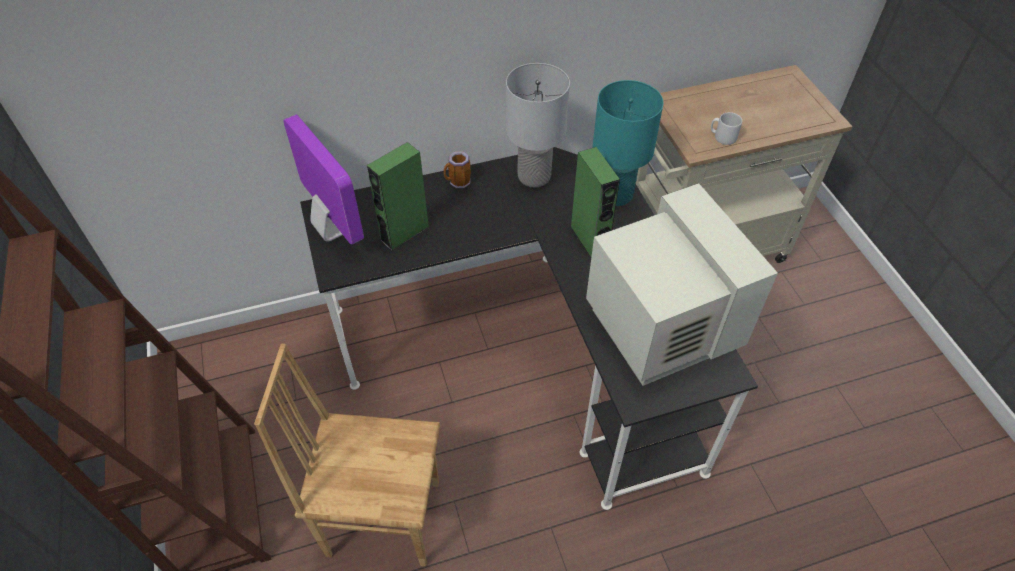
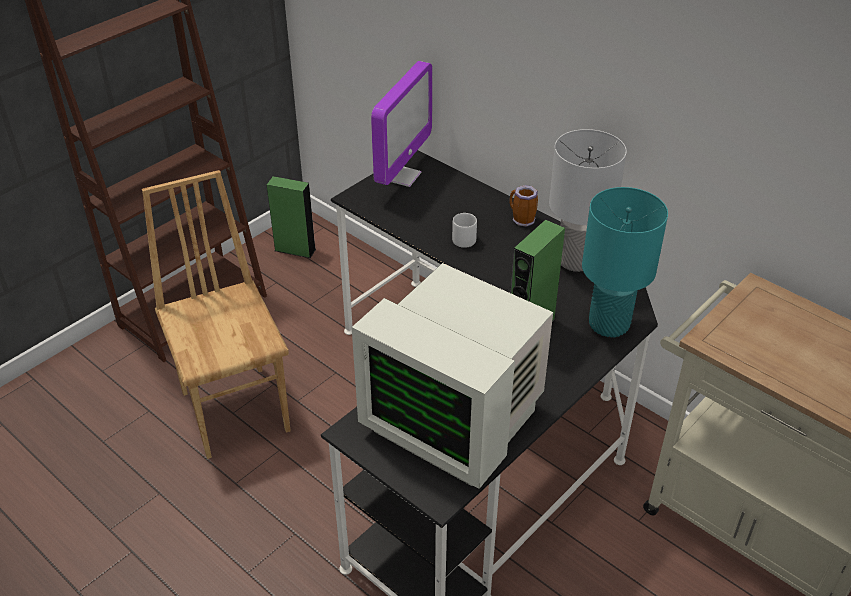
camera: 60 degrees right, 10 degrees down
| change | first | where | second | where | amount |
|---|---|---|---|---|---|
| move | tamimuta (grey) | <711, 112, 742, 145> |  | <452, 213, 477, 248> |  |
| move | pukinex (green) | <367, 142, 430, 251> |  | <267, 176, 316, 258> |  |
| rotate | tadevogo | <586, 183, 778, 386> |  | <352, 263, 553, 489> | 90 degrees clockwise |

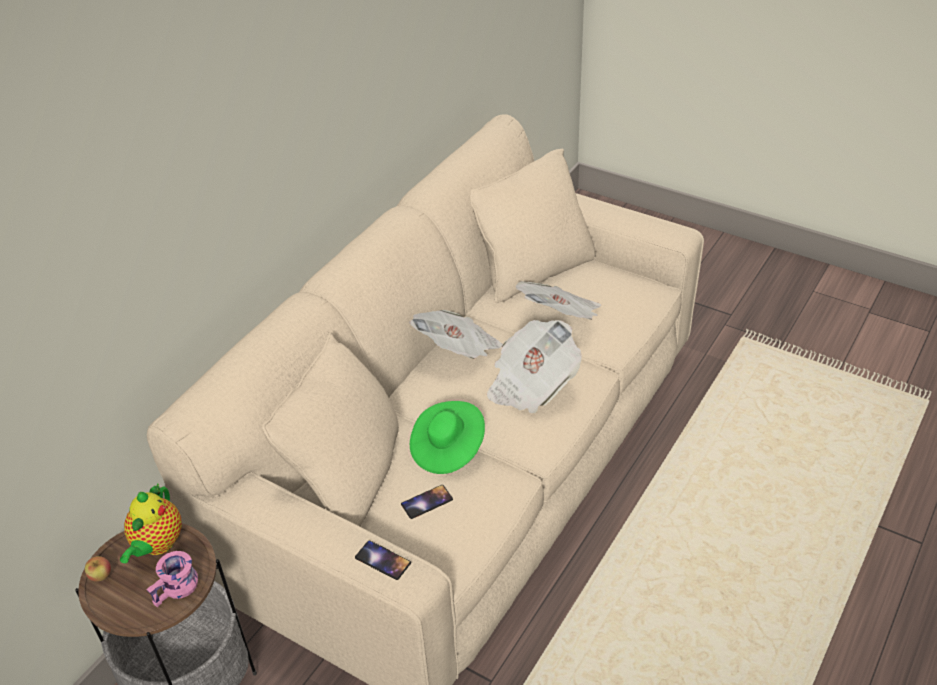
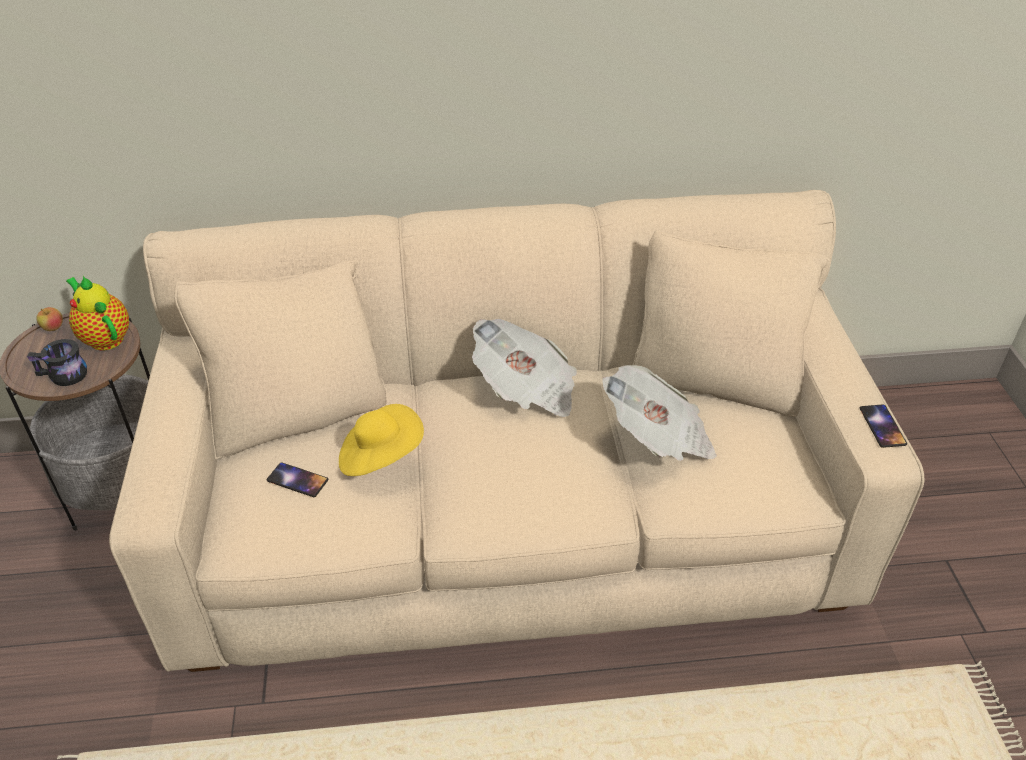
camera: 50 degrees right, 0 degrees up
| change | first | where | second | where | amount |
|---|---|---|---|---|---|
| delete | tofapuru | <487, 320, 582, 414> |  |  |  |
| recolor | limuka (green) | <410, 401, 485, 474> | limuka (yellow) | <339, 404, 424, 476> |  |
| rotate | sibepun | <120, 484, 182, 564> |  | <66, 276, 129, 350> | 75 degrees clockwise |
| move | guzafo | <355, 541, 411, 580> |  | <860, 404, 907, 448> |  |
| recolor | tamimuta (pink) | <146, 551, 198, 607> | tamimuta (black) | <27, 339, 87, 386> |  |

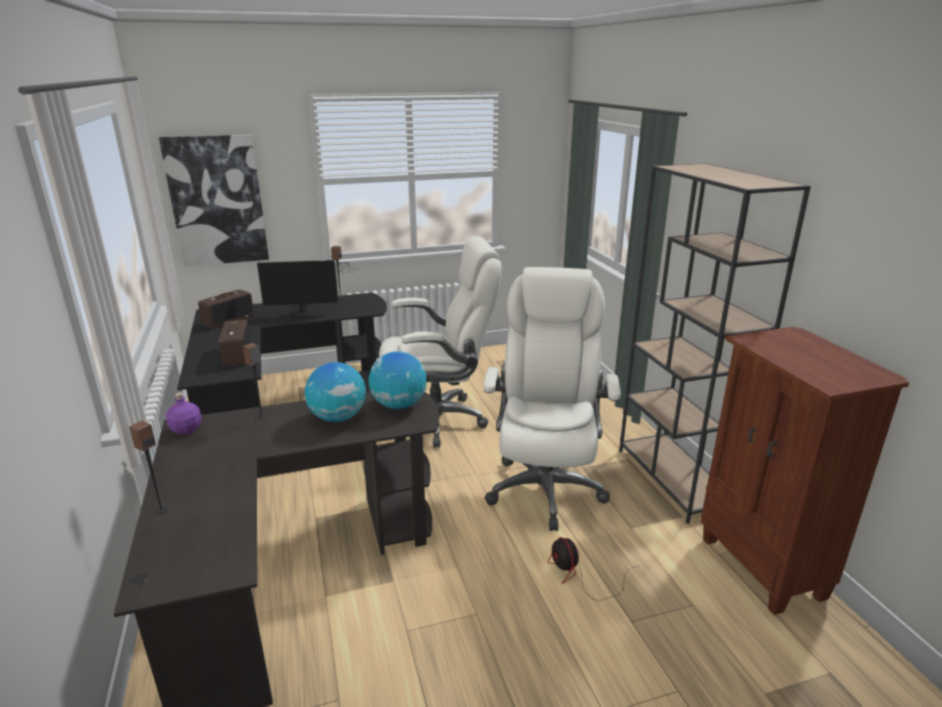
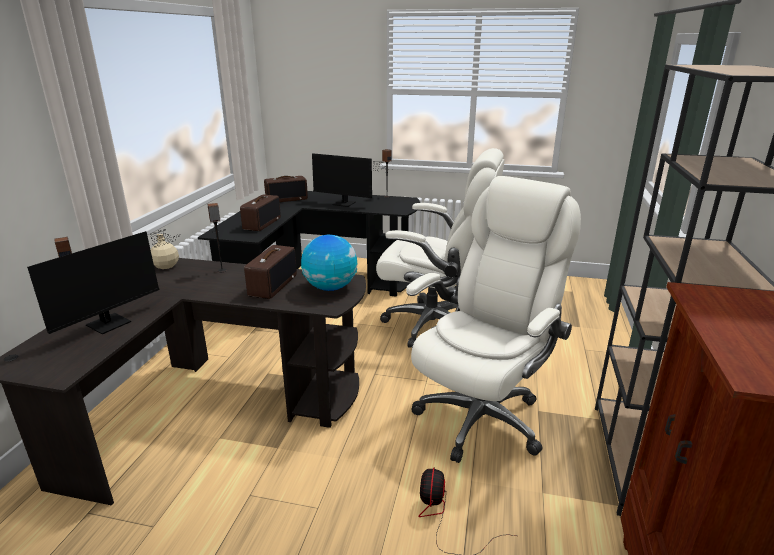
camera: 30 degrees right, 0 degrees up
| change | first | where | second | where | amount |
|---|---|---|---|---|---|
| delete | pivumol | <159, 135, 269, 266> |  |  |  |
| replace | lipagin | <305, 362, 366, 422> | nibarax | <244, 245, 297, 299> |  |
| recolor | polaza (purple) | <166, 392, 202, 435> | polaza (beige) | <151, 234, 179, 269> |  |
| insert |  |  | tadevogo | <27, 229, 180, 334> |  |

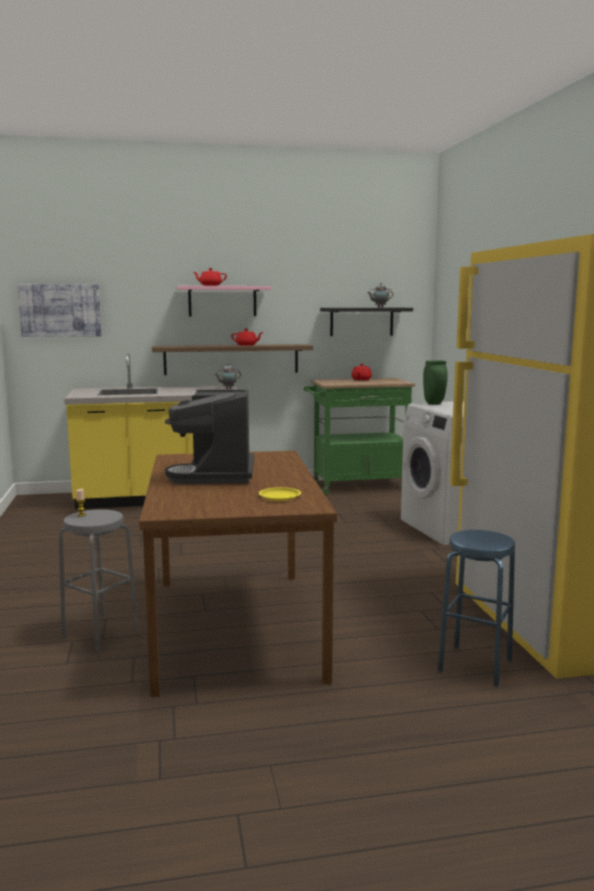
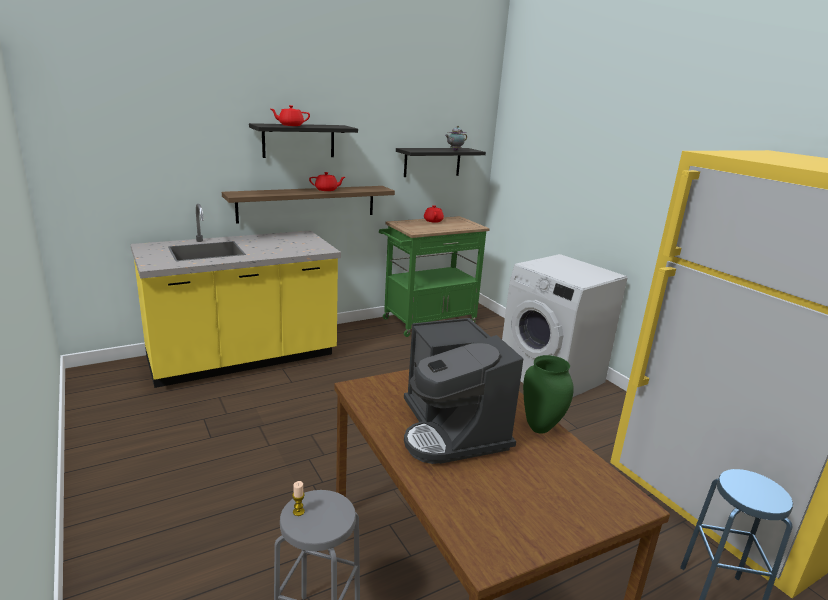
camera: 20 degrees left, 10 degrees up
| change | first | where | second | where | amount |
|---|---|---|---|---|---|
| delete | pivumol | <17, 284, 102, 337> |  |  |  |
| recolor | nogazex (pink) | <177, 286, 271, 316> | nogazex (black) | <249, 123, 358, 158> |  |
| move | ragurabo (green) | <423, 360, 448, 405> |  | <523, 355, 574, 433> |  |
| delete | sibepun | <214, 364, 241, 389> |  |  |  |
| delete | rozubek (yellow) | <259, 487, 301, 501> |  |  |  |

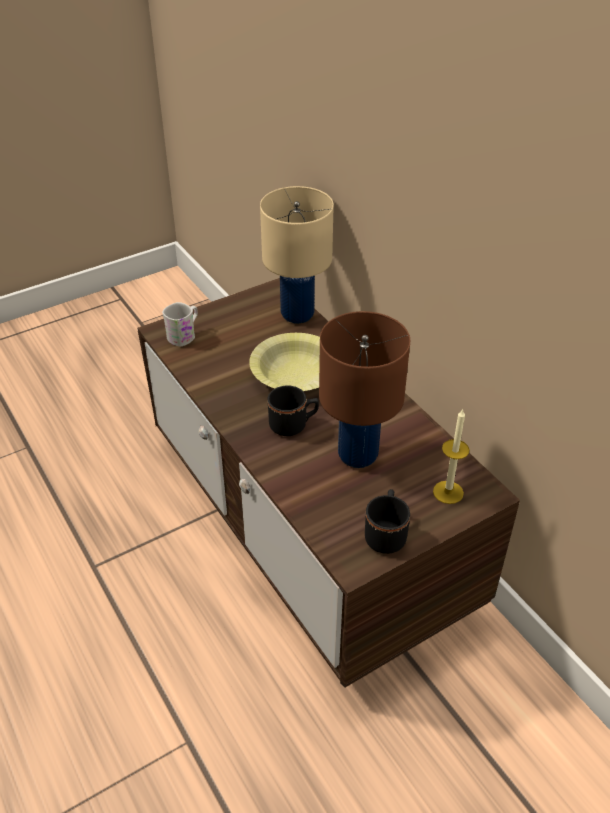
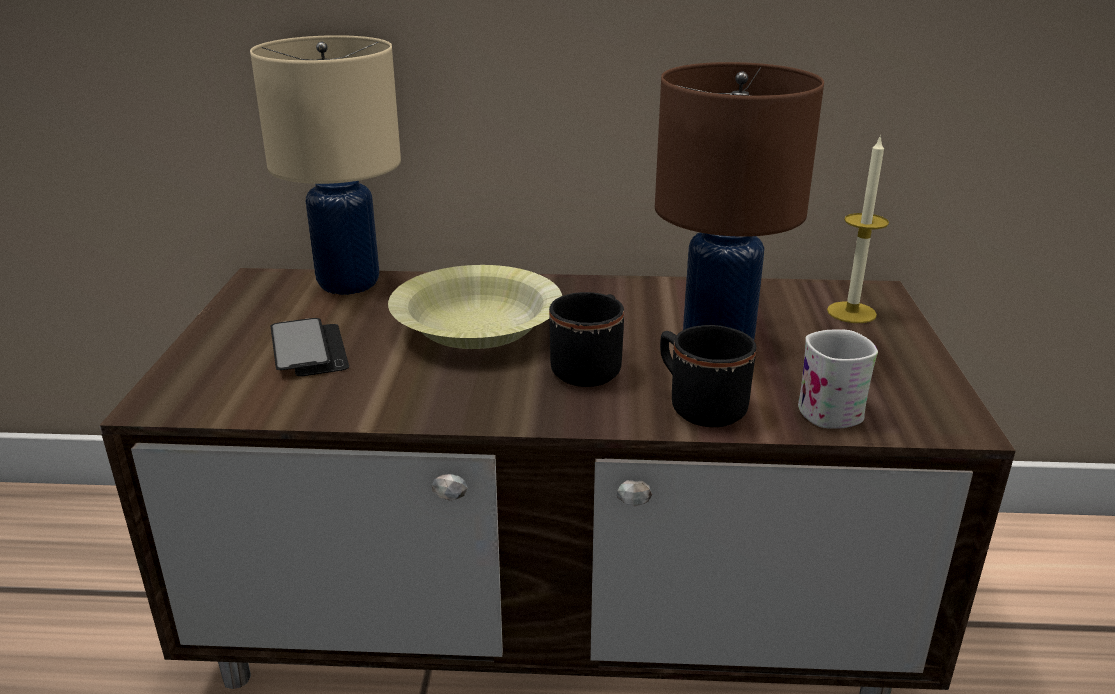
camera: 55 degrees left, 15 degrees down
| change | first | where | second | where | amount |
|---|---|---|---|---|---|
| move | tamimuta (white) | <162, 302, 198, 346> |  | <798, 329, 878, 429> |  |
| move | tamimuta (black) | <365, 489, 410, 554> |  | <660, 325, 757, 427> |  |
| insert |  |  | guzafo | <271, 318, 349, 376> |  |

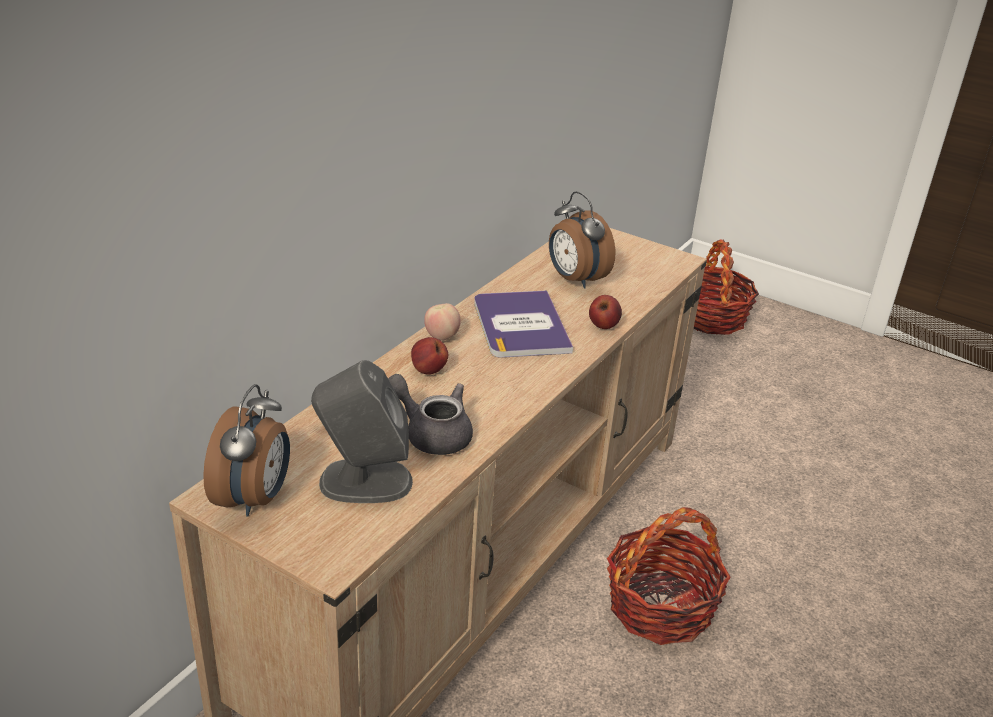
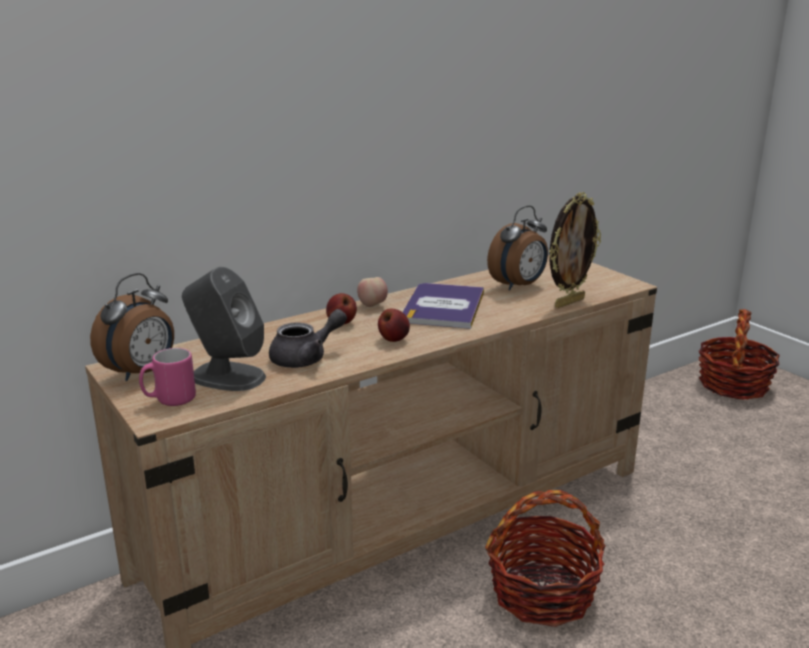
camera: 25 degrees right, 10 degrees down
| change | first | where | second | where | amount |
|---|---|---|---|---|---|
| rotate | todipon | <549, 191, 616, 289> |  | <487, 206, 548, 290> | 120 degrees counterclockwise |
| move | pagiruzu | <589, 295, 622, 329> |  | <378, 308, 410, 342> |  |
| rotate | sibepun (grey) | <388, 374, 473, 455> |  | <269, 309, 347, 368> | 90 degrees clockwise |
| insert |  |  | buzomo | <549, 192, 601, 308> |  |
| insert |  |  | tamimuta (pink) | <139, 348, 196, 406> |  |

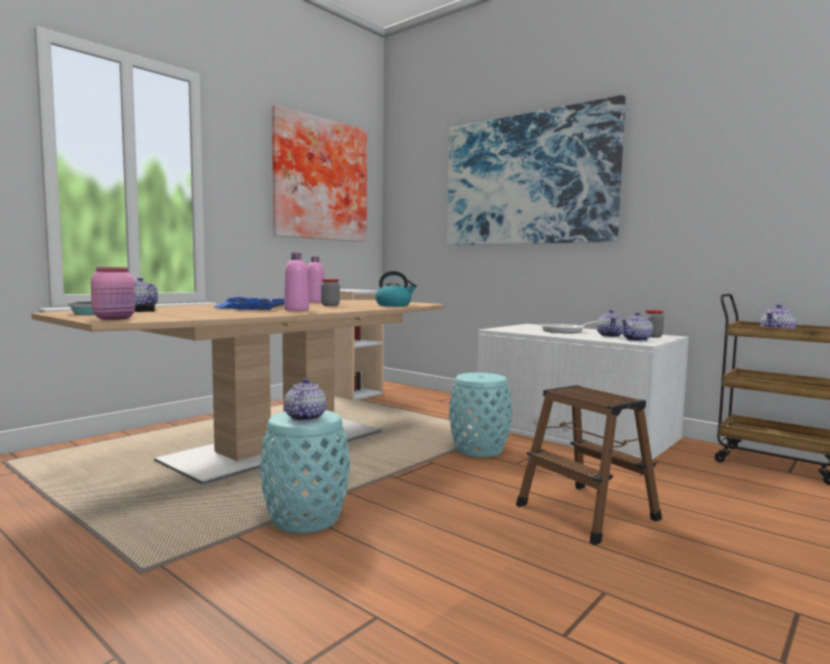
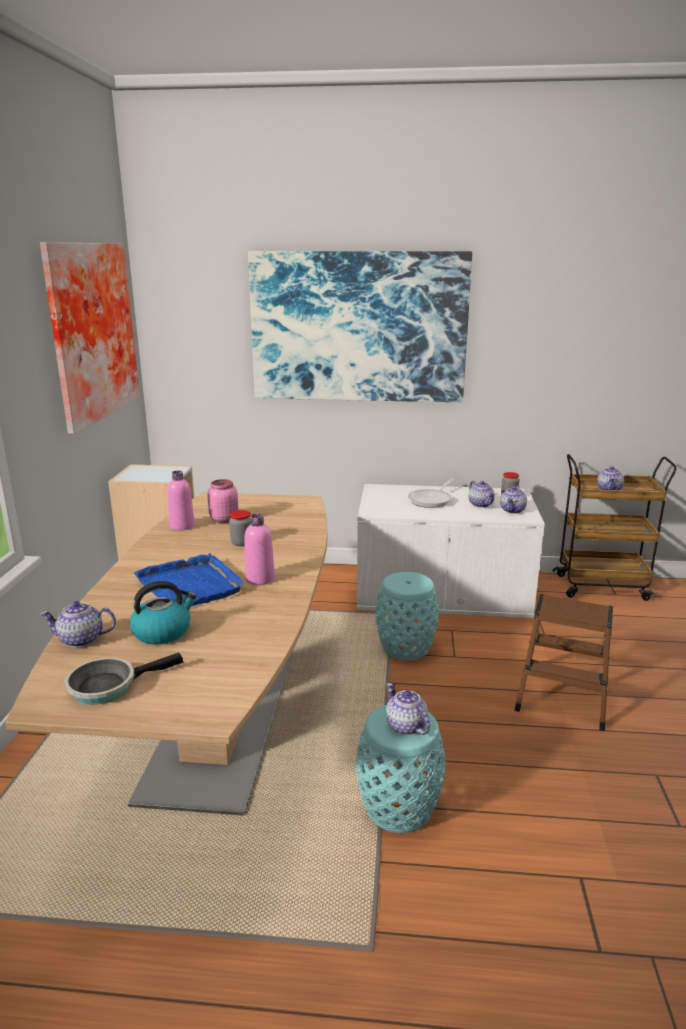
camera: 35 degrees left, 15 degrees up
| change | first | where | second | where | amount |
|---|---|---|---|---|---|
| move | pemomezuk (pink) | <91, 267, 135, 320> |  | <207, 479, 238, 523> |  |
| move | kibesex | <375, 271, 417, 306> |  | <130, 581, 197, 645> |  |

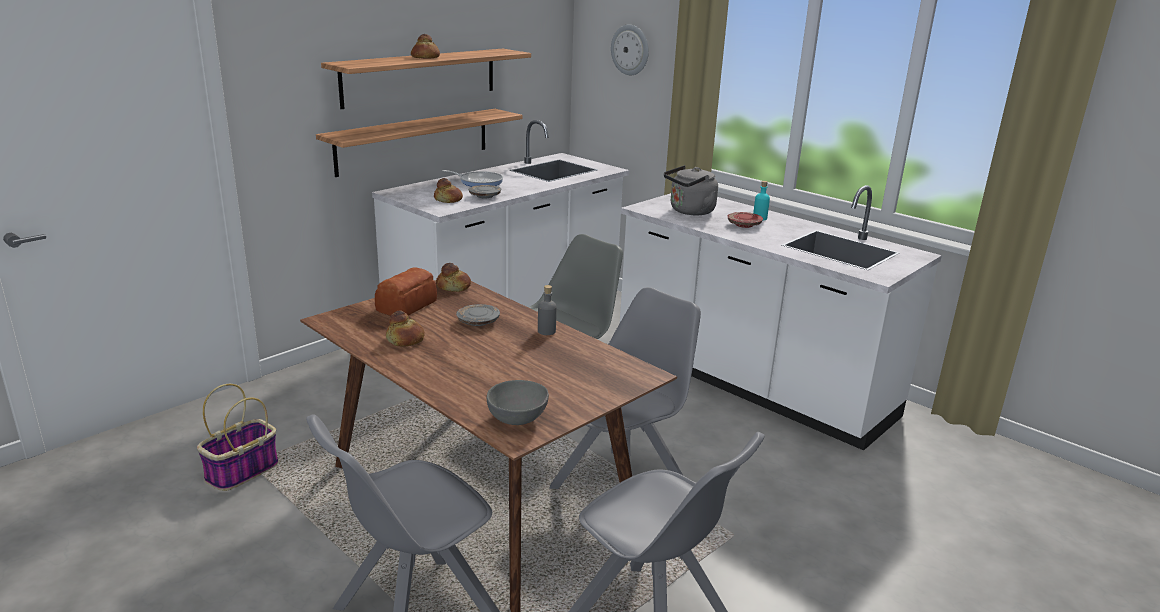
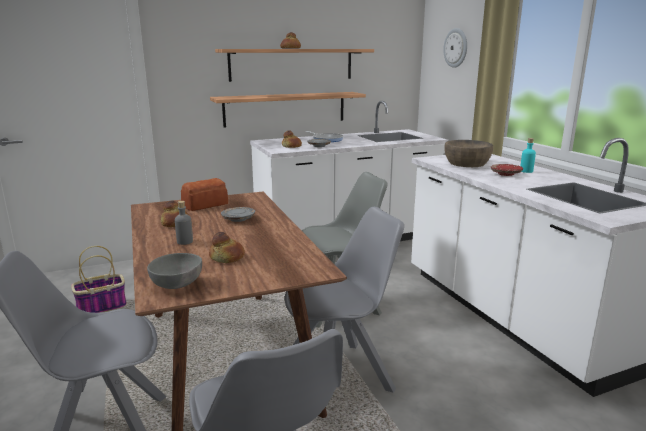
camera: 25 degrees right, 5 degrees down
| change | first | where | second | where | amount |
|---|---|---|---|---|---|
| replace | kibesex (grey) | <664, 165, 718, 215> | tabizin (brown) | <444, 140, 493, 167> |  |
| move | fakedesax | <436, 263, 471, 292> |  | <209, 232, 245, 263> |  |
| move | polaza (grey) | <538, 285, 557, 335> |  | <175, 201, 193, 245> |  |

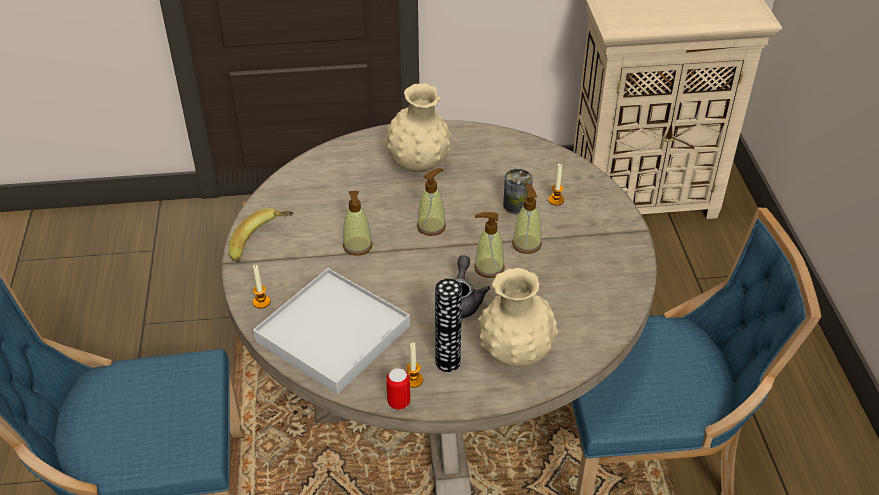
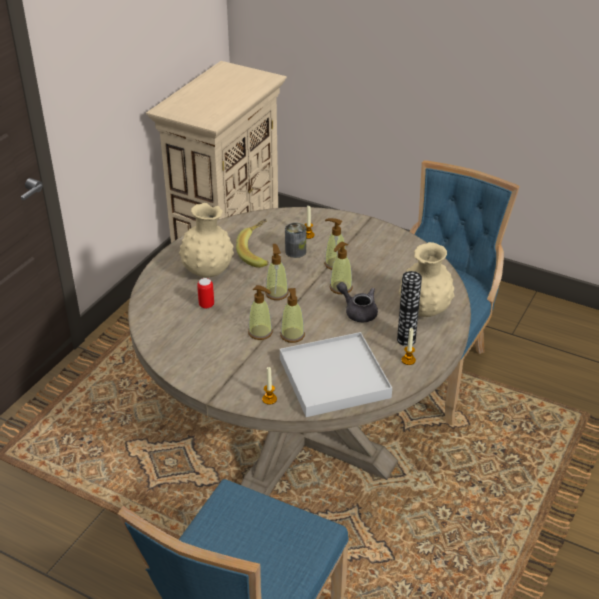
camera: 55 degrees left, 5 degrees down
| change | first | where | second | where | amount |
|---|---|---|---|---|---|
| move | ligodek | <228, 208, 294, 262> |  | <236, 219, 269, 268> |  |
| move | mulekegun | <386, 368, 410, 410> |  | <197, 278, 214, 309> |  |
| insert |  |  | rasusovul | <280, 288, 305, 343> |  |

